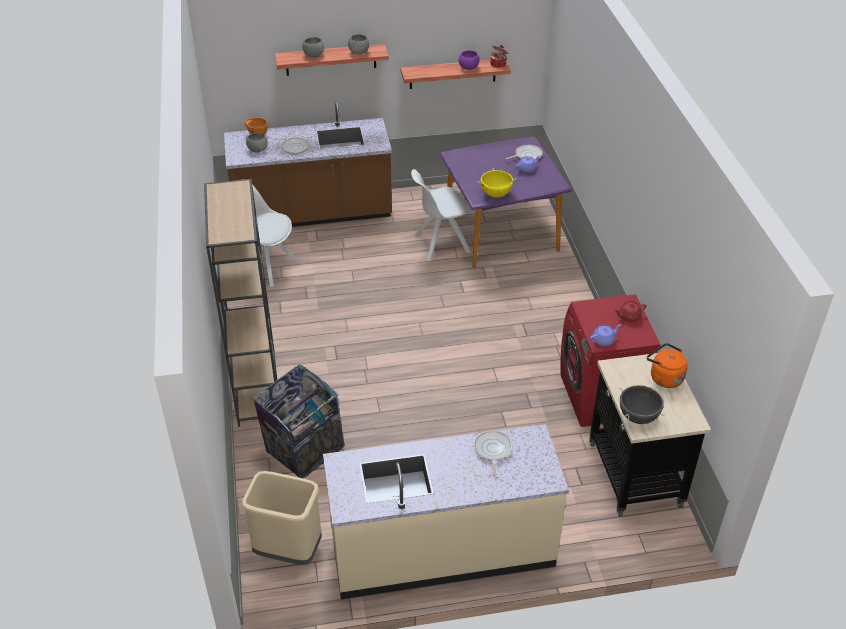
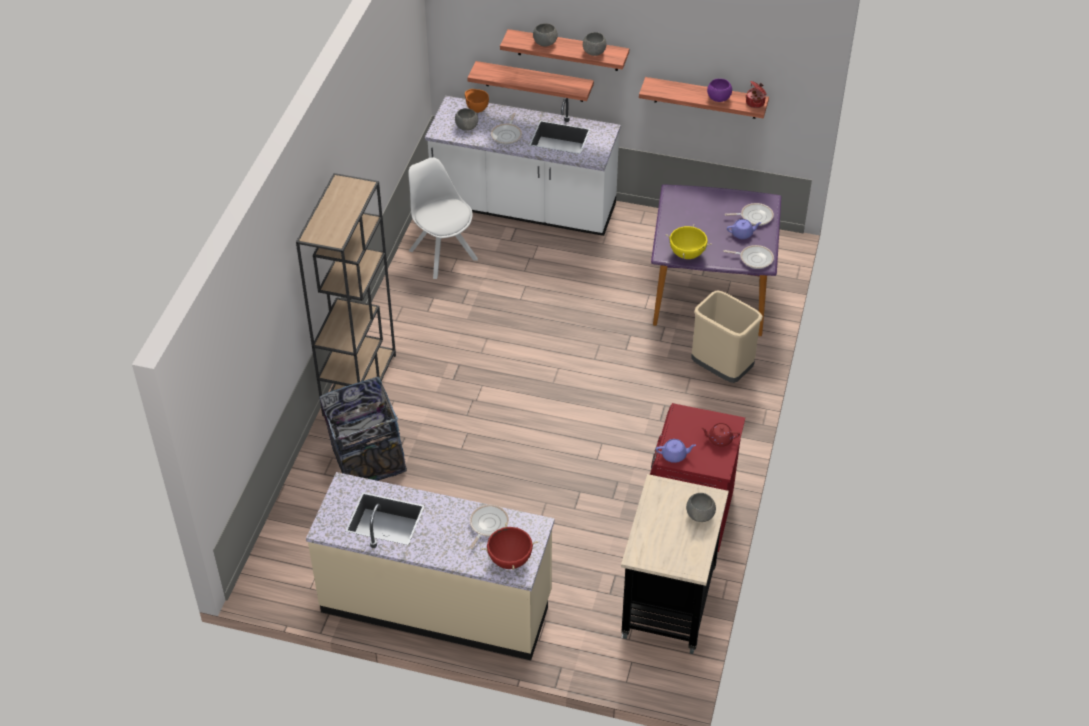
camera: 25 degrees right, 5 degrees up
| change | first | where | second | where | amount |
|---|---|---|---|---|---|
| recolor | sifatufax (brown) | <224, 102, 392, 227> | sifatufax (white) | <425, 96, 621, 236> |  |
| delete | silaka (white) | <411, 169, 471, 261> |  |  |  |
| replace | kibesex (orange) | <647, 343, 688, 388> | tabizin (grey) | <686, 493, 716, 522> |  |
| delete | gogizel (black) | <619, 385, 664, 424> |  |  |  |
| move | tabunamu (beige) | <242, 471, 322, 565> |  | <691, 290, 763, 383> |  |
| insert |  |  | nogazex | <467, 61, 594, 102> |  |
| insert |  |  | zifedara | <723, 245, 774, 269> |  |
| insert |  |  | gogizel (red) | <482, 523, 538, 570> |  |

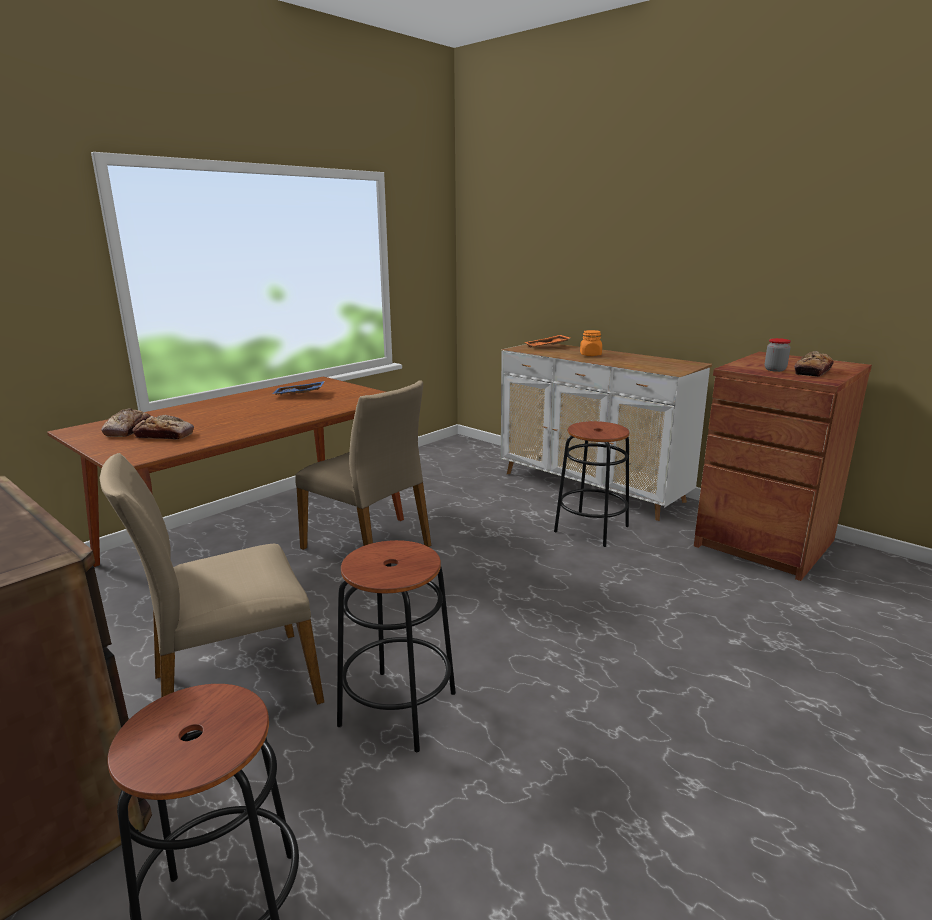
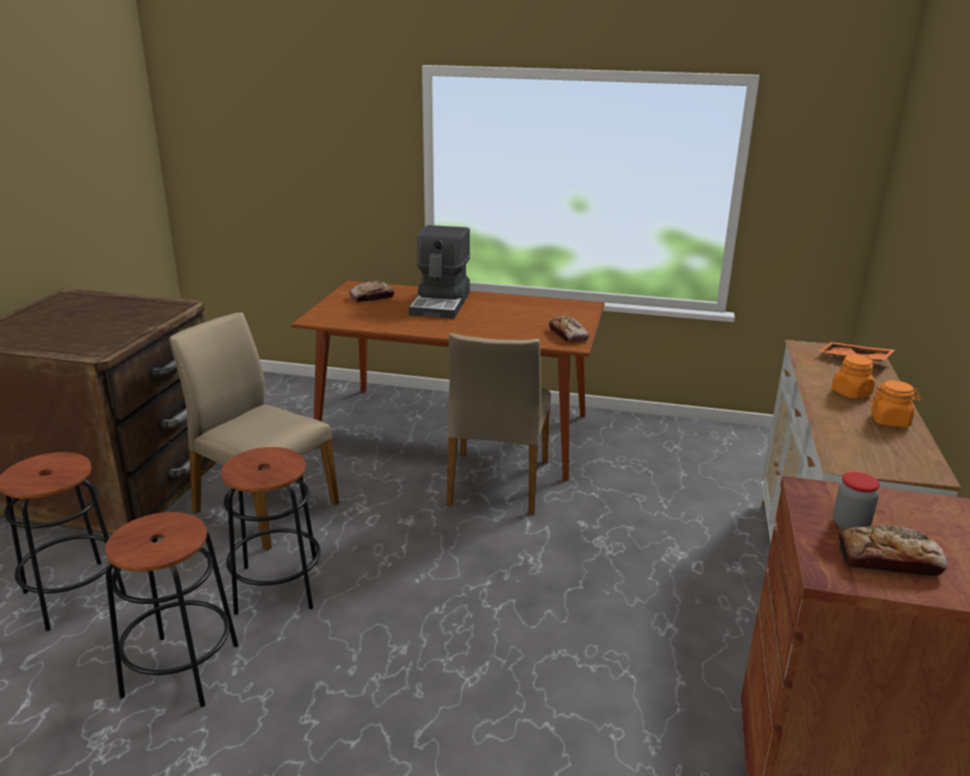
camera: 60 degrees right, 5 degrees up
| change | first | where | second | where | amount |
|---|---|---|---|---|---|
| delete | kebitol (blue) | <272, 381, 325, 395> |  |  |  |
| move | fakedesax | <132, 415, 194, 440> |  | <549, 315, 589, 343> |  |
| move | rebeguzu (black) | <554, 421, 629, 547> |  | <105, 512, 238, 707> |  |
| insert |  |  | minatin | <409, 225, 470, 319> |  |
| insert |  |  | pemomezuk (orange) | <870, 380, 921, 427> |  |

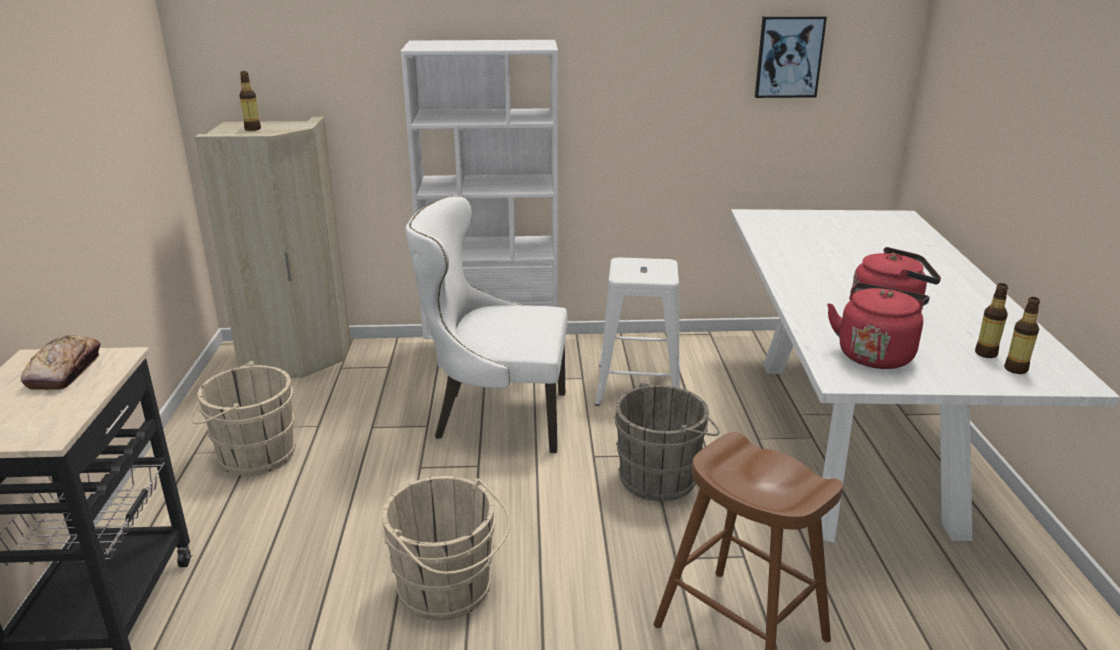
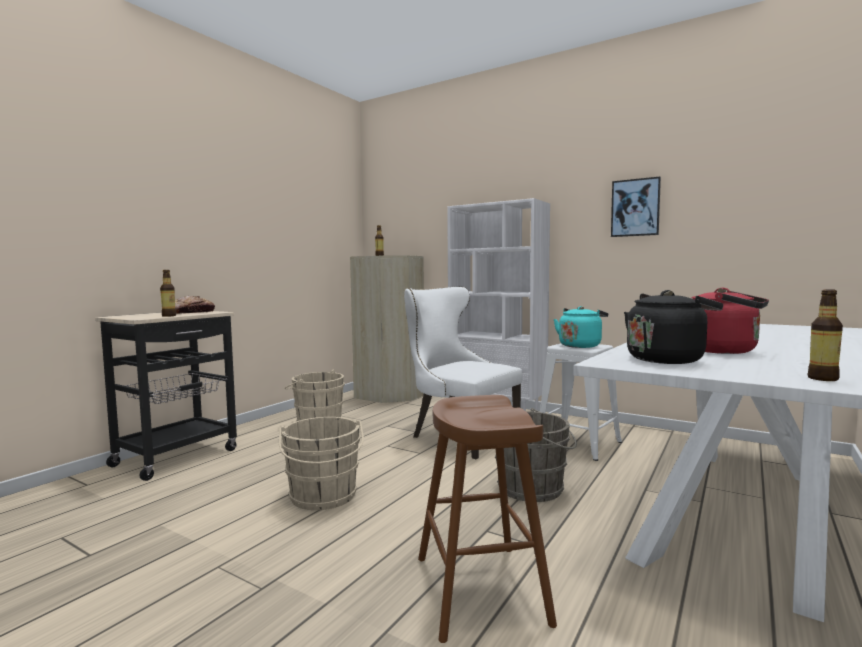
camera: 35 degrees right, 20 degrees down
| change | first | where | second | where | amount |
|---|---|---|---|---|---|
| move | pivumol | <755, 16, 827, 98> |  | <611, 176, 661, 237> |  |
| recolor | kibesex (red) | <827, 283, 930, 369> | kibesex (black) | <624, 290, 723, 364> |  |
| move | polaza | <975, 283, 1008, 358> |  | <160, 270, 176, 317> |  |
| insert |  |  | kibesex (turquoise) | <554, 306, 608, 348> |  |

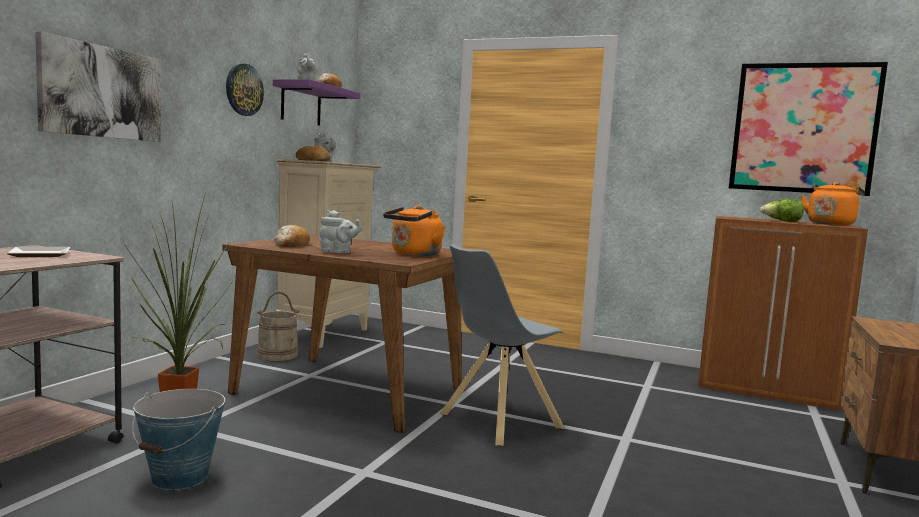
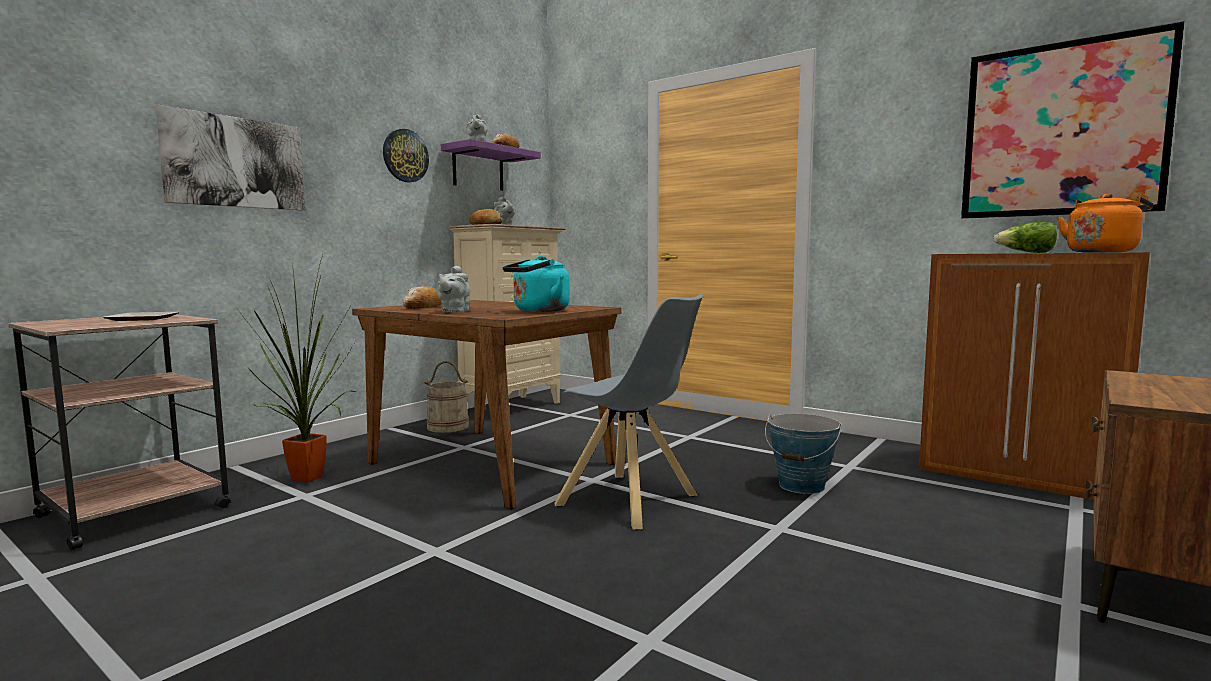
camera: 15 degrees right, 0 degrees up
| change | first | where | second | where | amount |
|---|---|---|---|---|---|
| recolor | kibesex (orange) | <383, 205, 446, 256> | kibesex (turquoise) | <503, 256, 570, 312> |  |
| rotate | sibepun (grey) | <319, 210, 363, 253> |  | <436, 266, 470, 312> | 75 degrees clockwise |
| rotate | silaka (grey) | <440, 244, 564, 446> |  | <555, 294, 704, 530> | 120 degrees counterclockwise |
| move | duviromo | <132, 389, 225, 490> |  | <765, 413, 842, 494> |  |

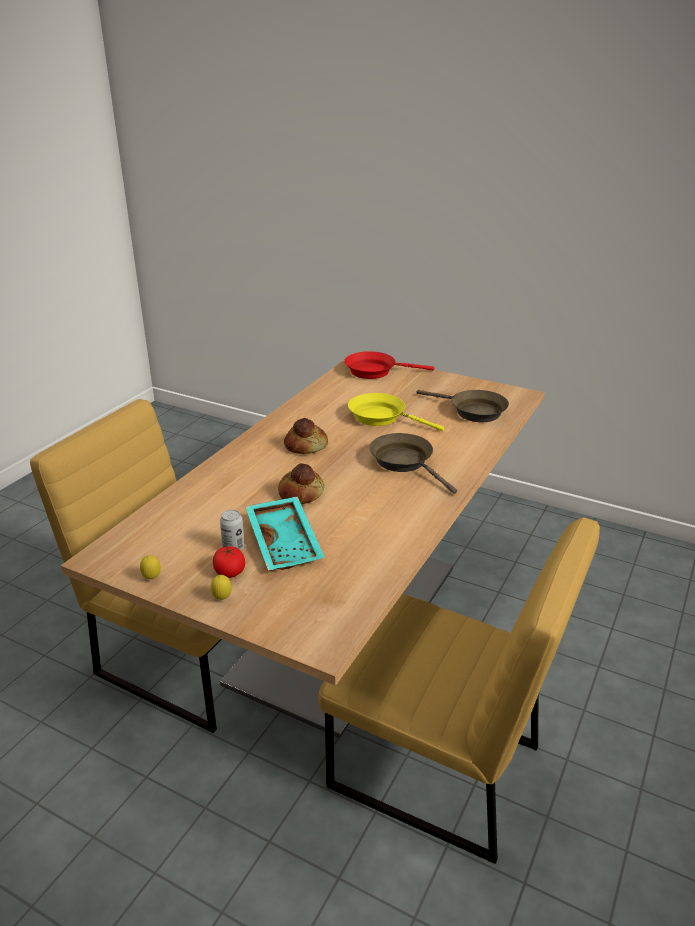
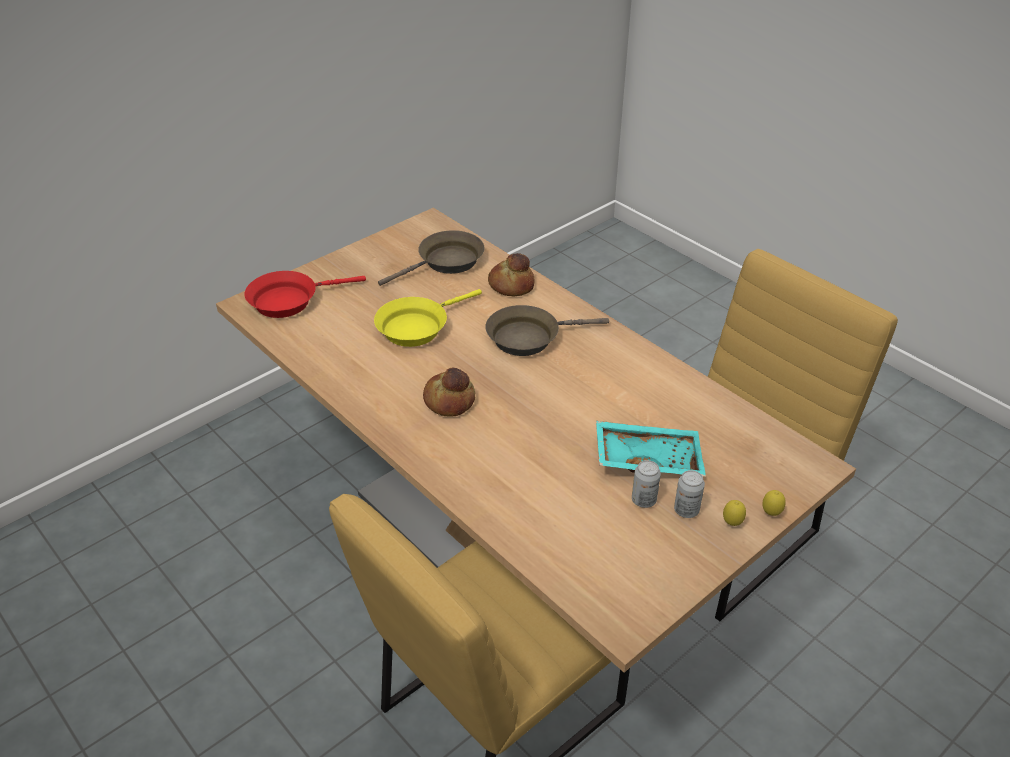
camera: 70 degrees left, 10 degrees up
| change | first | where | second | where | amount |
|---|---|---|---|---|---|
| rotate | zifedara (red) | <344, 351, 434, 379> |  | <245, 271, 366, 318> | 45 degrees clockwise |
| move | fakedesax | <278, 463, 324, 504> |  | <488, 253, 535, 296> |  |
| replace | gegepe | <213, 546, 245, 578> | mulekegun | <674, 470, 705, 518> |  |
| move | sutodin | <140, 555, 161, 579> |  | <762, 490, 786, 516> |  |

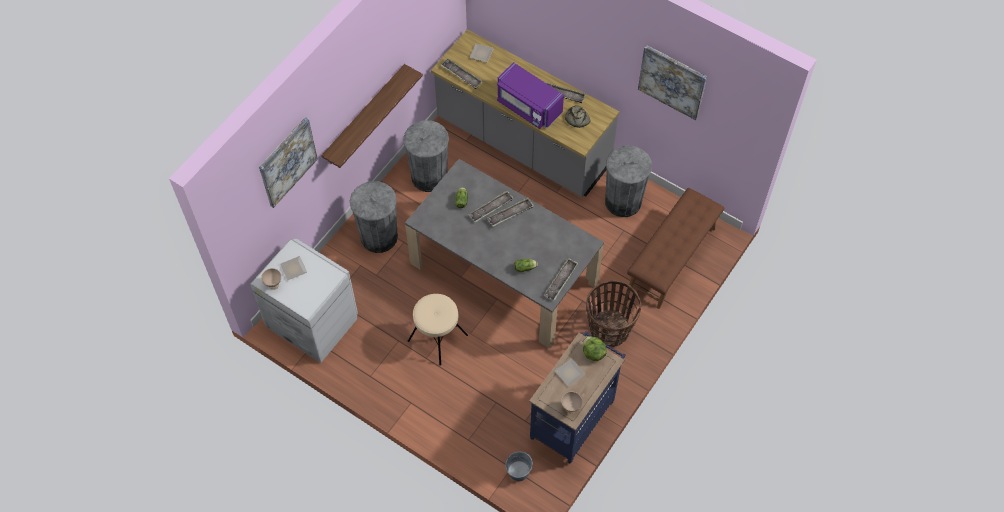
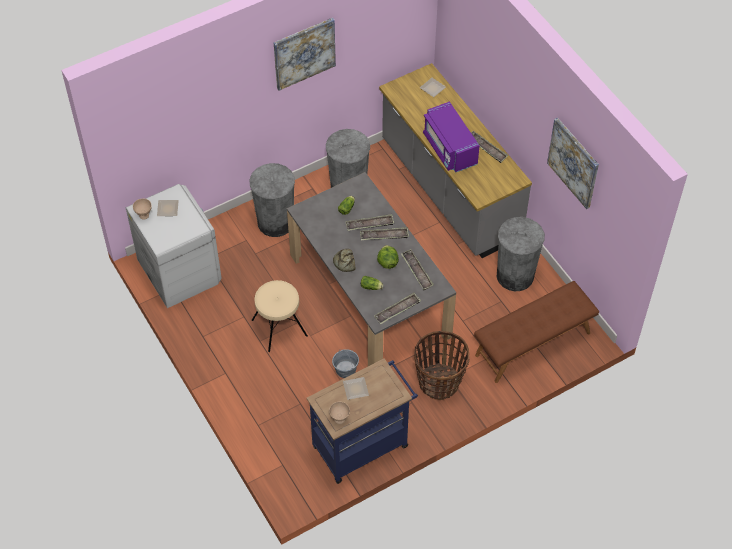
camera: 25 degrees right, 5 degrees down
| change | first | where | second | where | amount |
|---|---|---|---|---|---|
| move | kebitol | <440, 58, 482, 89> |  | <401, 249, 434, 290> |  |
| delete | nogazex | <321, 64, 423, 168> |  |  |  |
| move | fakedesax | <565, 105, 591, 128> |  | <333, 249, 355, 272> |  |
| move | pivumol | <259, 117, 318, 208> |  | <274, 18, 336, 91> |  |
| move | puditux | <583, 336, 607, 361> |  | <377, 245, 399, 269> |  |
| move | duviromo (grey) | <505, 451, 533, 481> |  | <332, 349, 359, 378> |  |

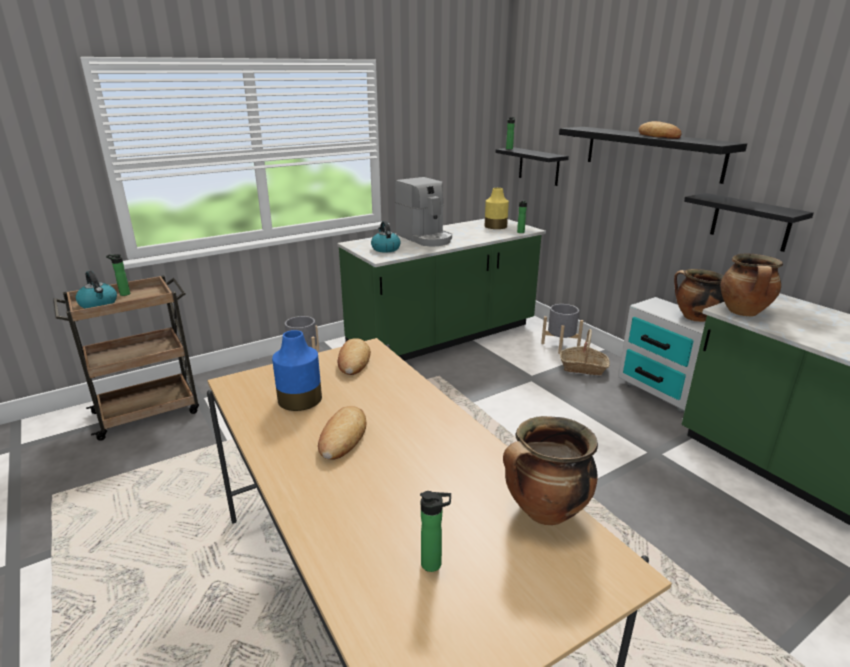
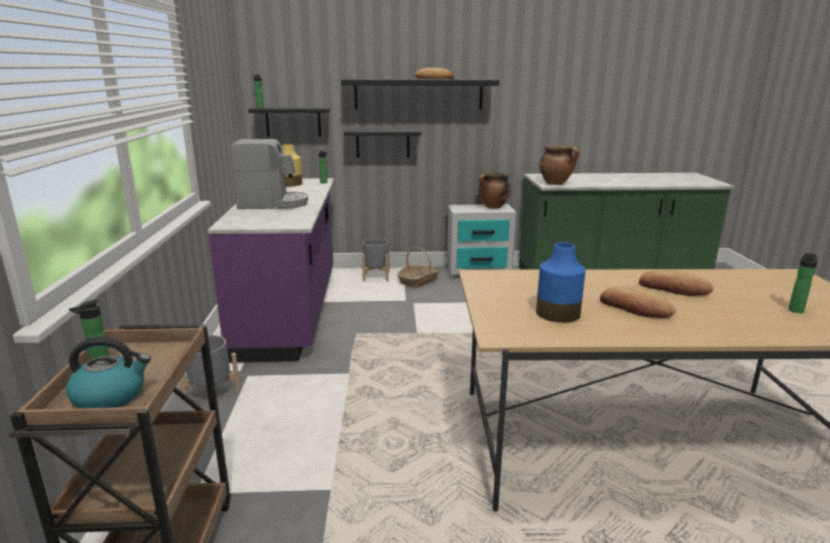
camera: 60 degrees left, 5 degrees down
| change | first | where | second | where | amount |
|---|---|---|---|---|---|
| move | nogazex (black) | <684, 193, 814, 252> |  | <344, 129, 421, 158> |  |
| recolor | sifatufax (green) | <337, 219, 546, 361> | sifatufax (purple) | <207, 178, 334, 363> |  |
| delete | kibesex | <371, 221, 401, 253> |  |  |  |
| move | fakedesax | <337, 338, 371, 375> |  | <639, 269, 714, 296> |  |
| delete | gogizel | <503, 416, 598, 525> |  |  |  |

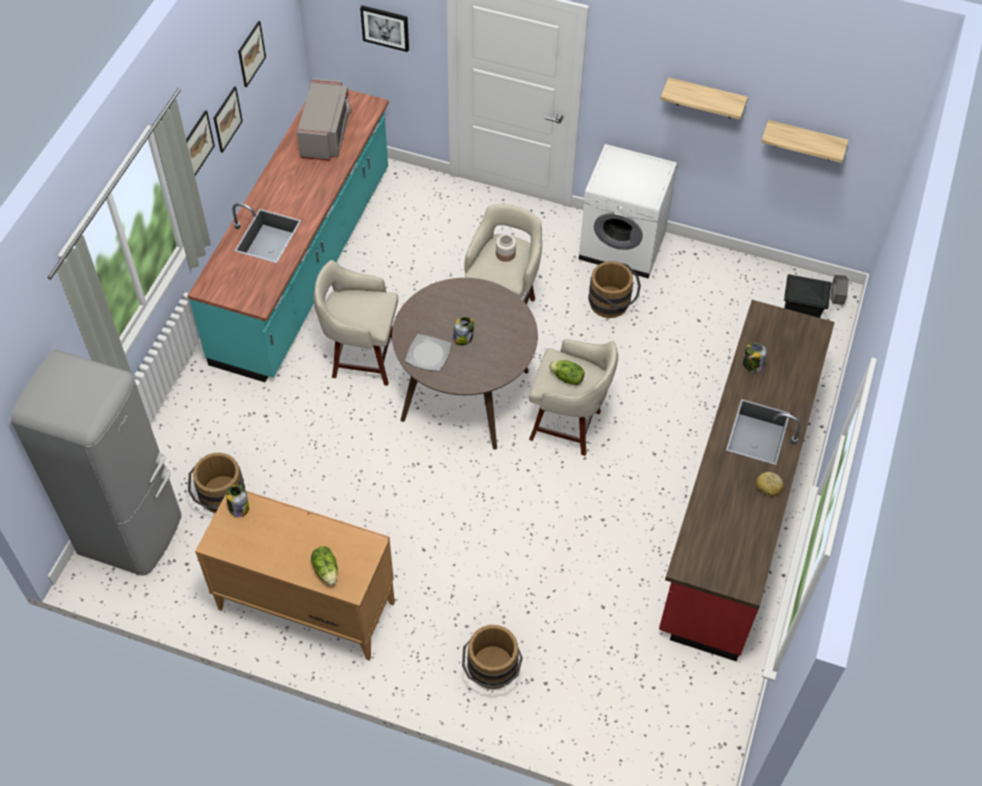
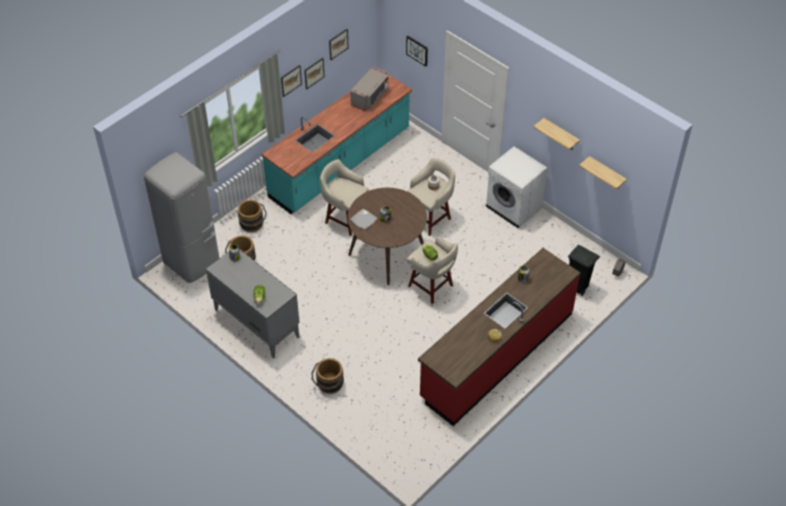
camera: 25 degrees right, 5 degrees down
| change | first | where | second | where | amount |
|---|---|---|---|---|---|
| move | duviromo (brown) | <588, 261, 641, 318> |  | <238, 200, 267, 232> |  |
| recolor | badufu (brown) | <195, 491, 395, 661> | badufu (grey) | <206, 250, 299, 359> |  |

